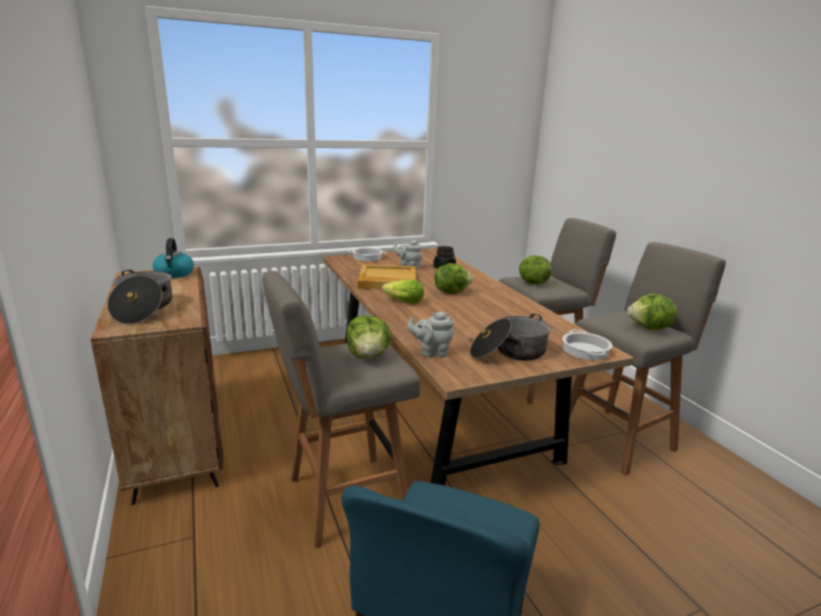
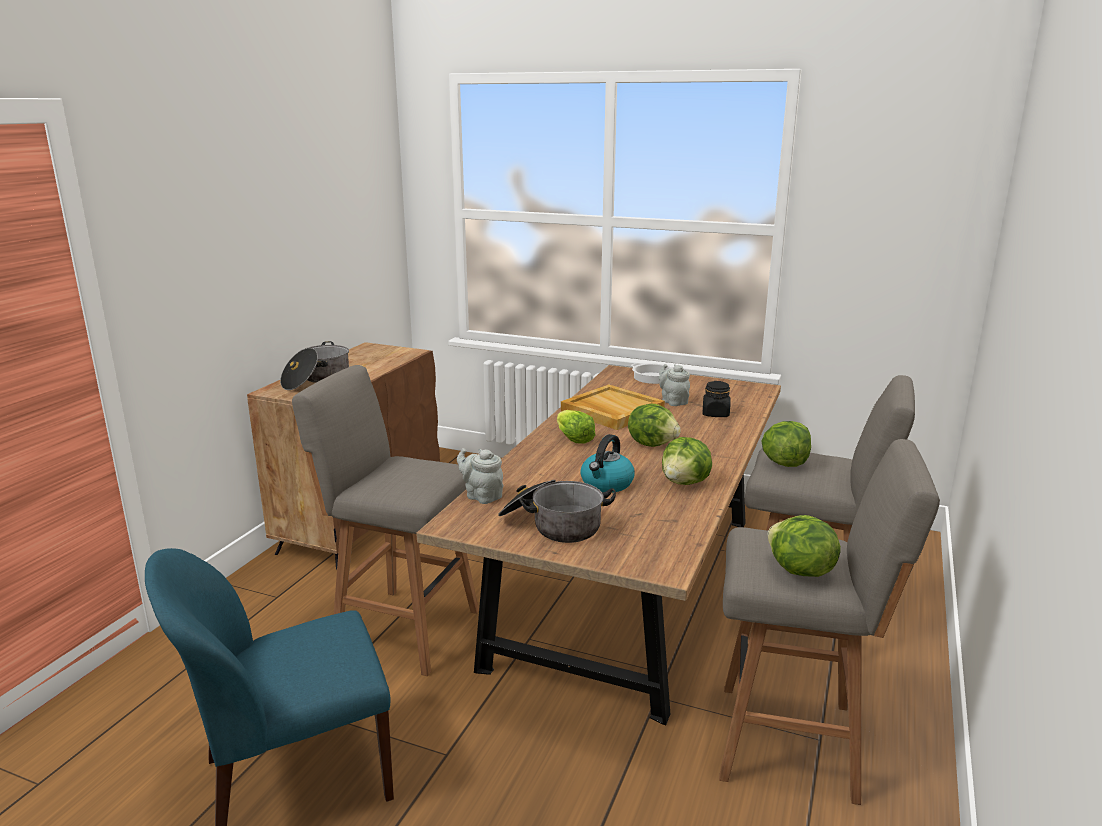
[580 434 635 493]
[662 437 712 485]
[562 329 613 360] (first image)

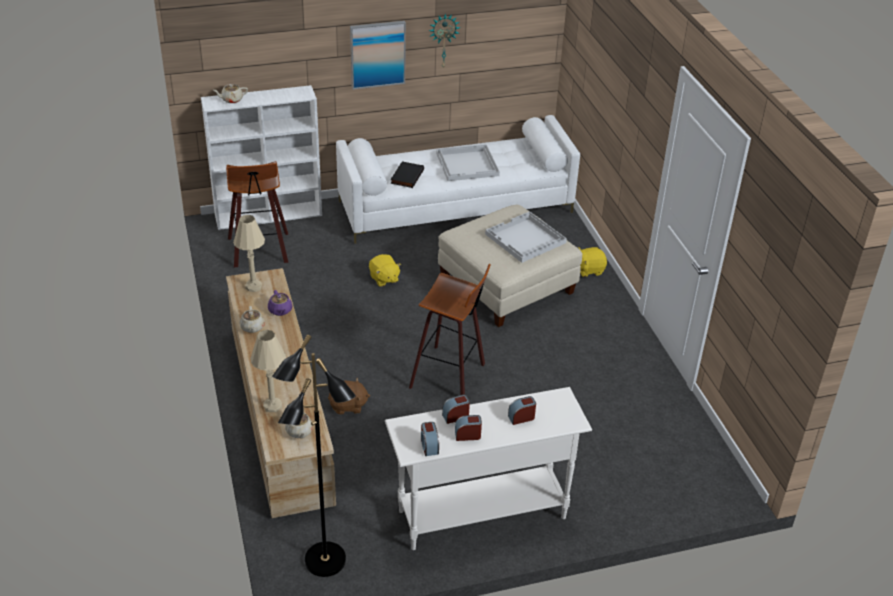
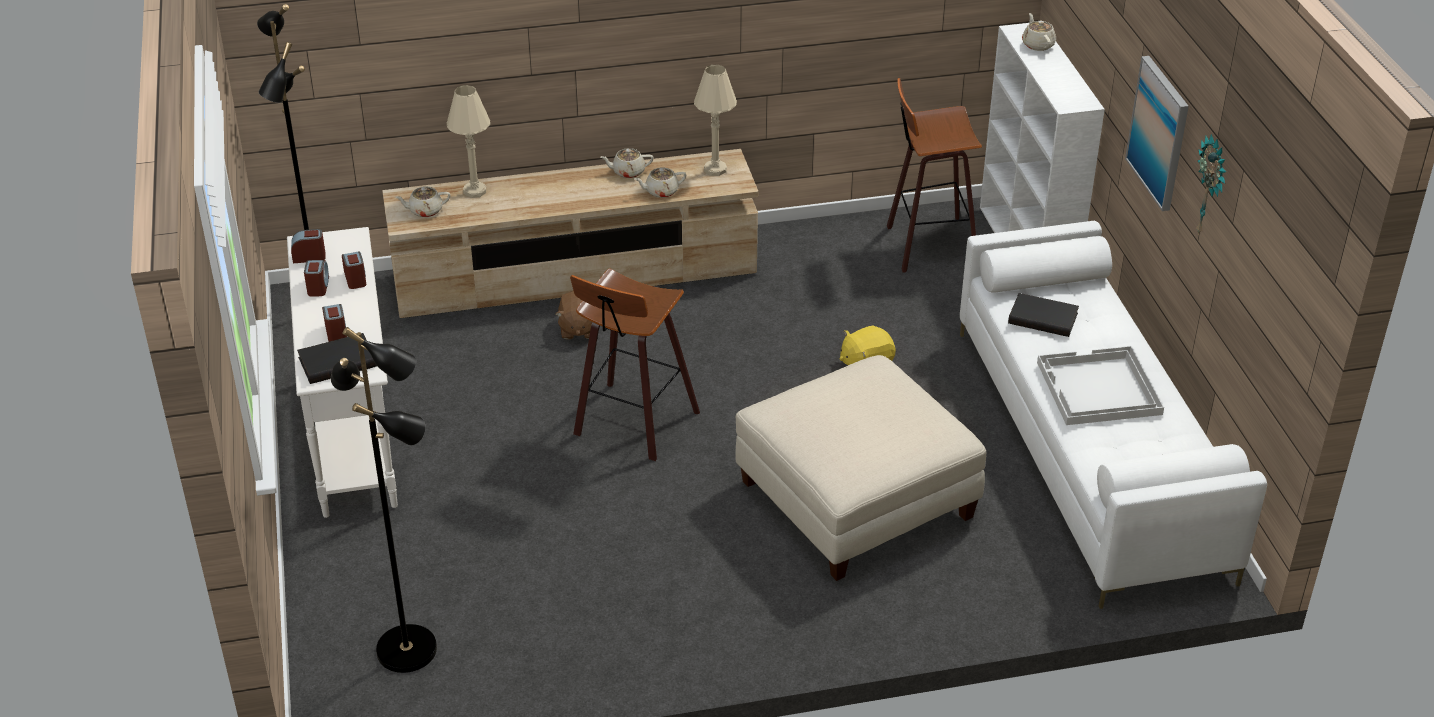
[634 167 686 198]
[485 211 567 263] (first image)
[578 247 607 277] (first image)
[297 333 377 384]
[331 327 437 673]

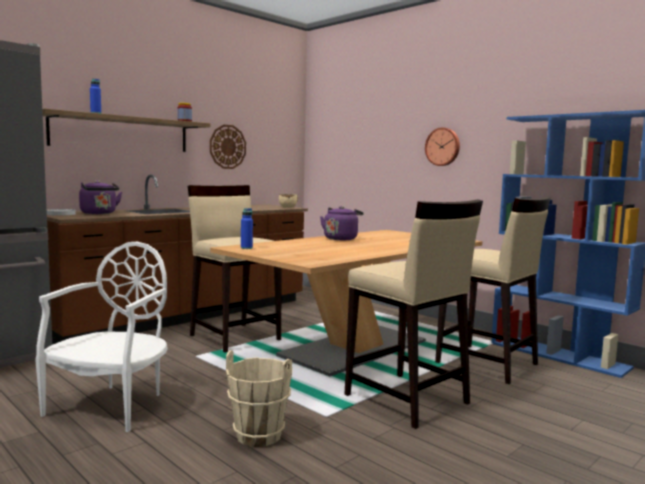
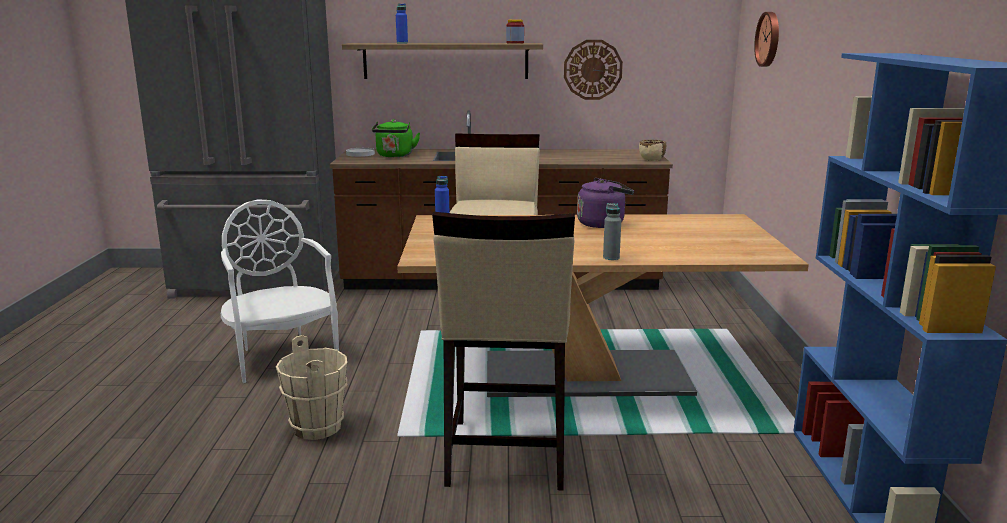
[221 199 339 383]
[372 119 420 157]
[754 12 779 67]
[435 196 551 384] (first image)
[603 203 621 260]

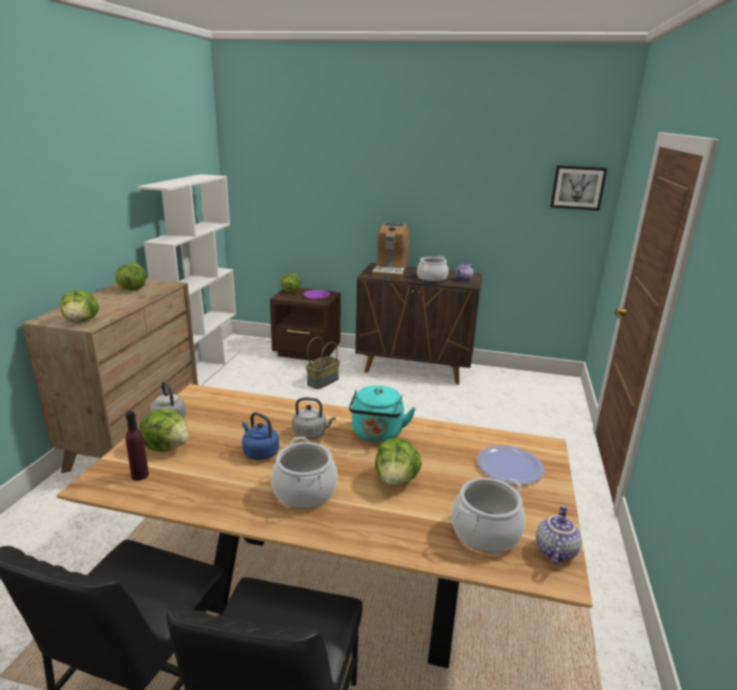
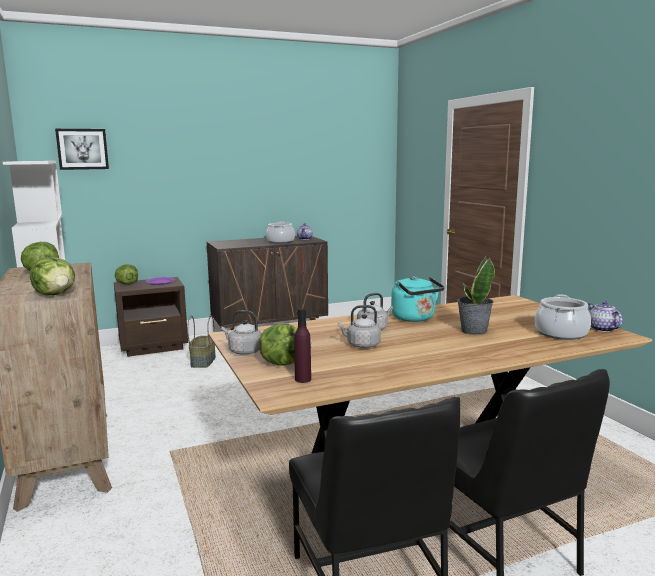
[338 305 381 348]
[271 437 338 509] (first image)
[372 222 409 279] (first image)
[457 256 495 335]
[477 445 544 485] (first image)
[55 129 109 170]

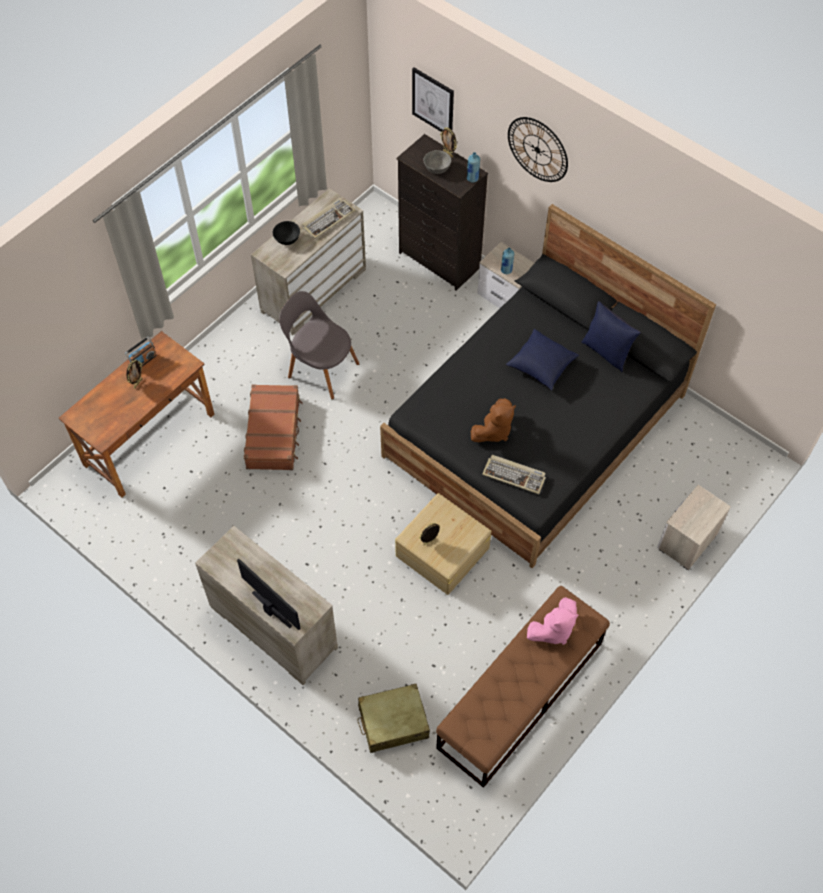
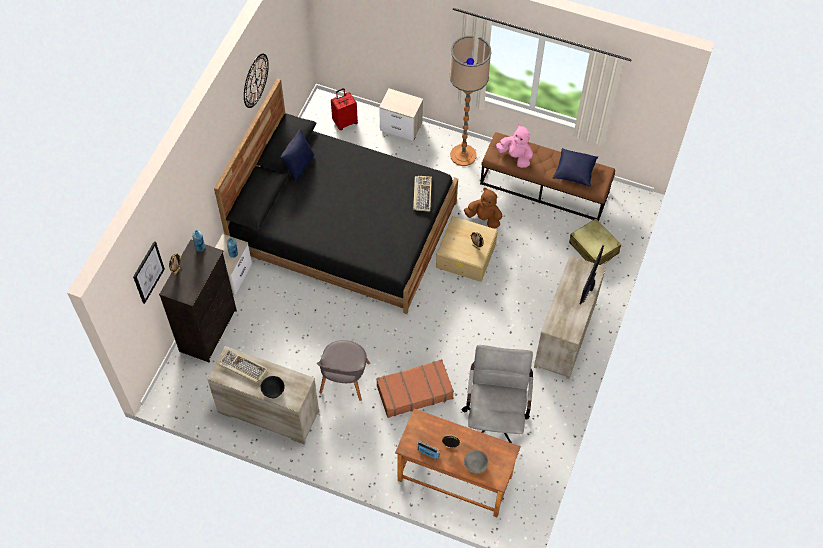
[464 450 489 473]
[464 188 502 229]
[553 148 598 187]
[244 53 269 108]
[331 88 358 130]
[450 35 491 166]
[462 345 533 443]

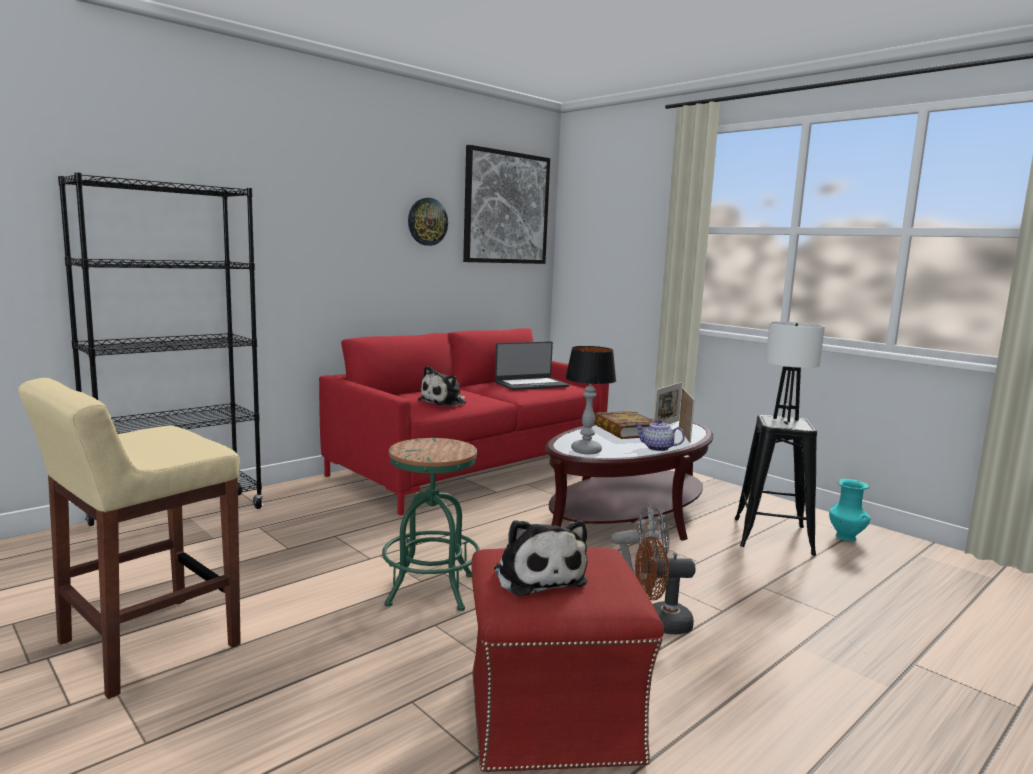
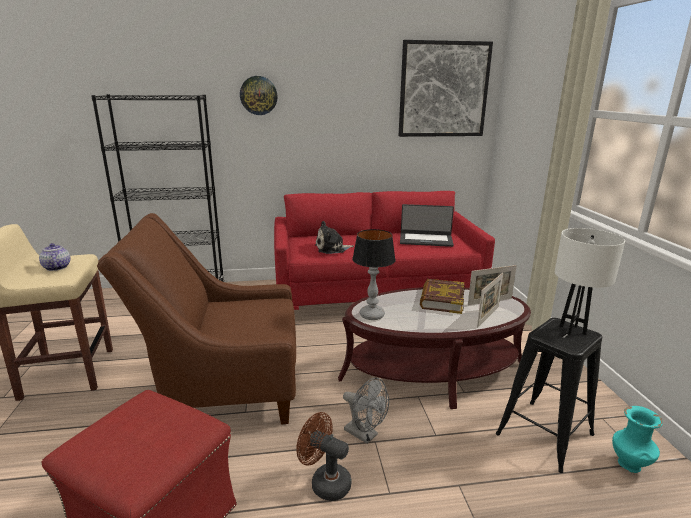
[97 213 296 424]
[240 76 278 115]
[494 520 588 596] (first image)
[39 243 70 271]

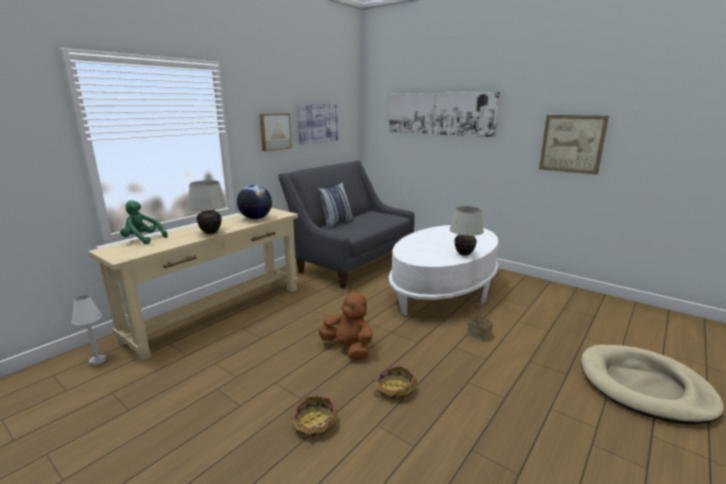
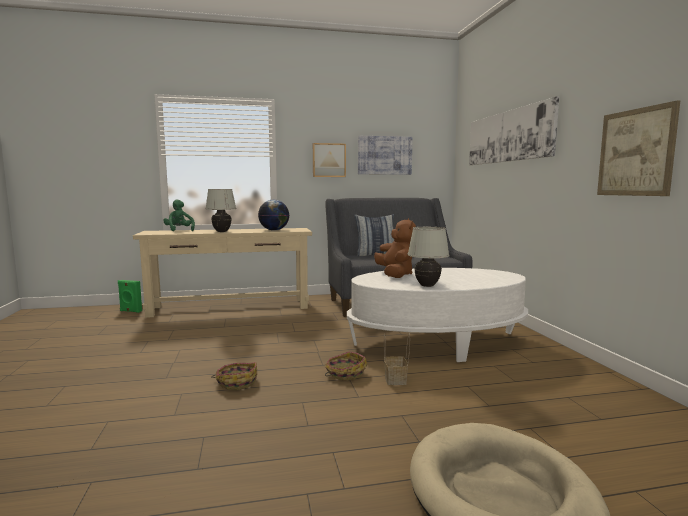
[118 280 142 313]
[325 351 367 380]
[374 218 416 278]

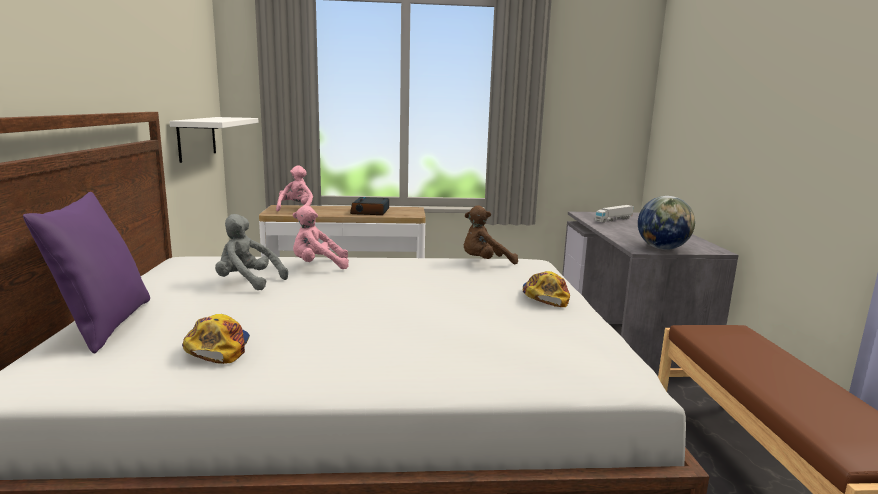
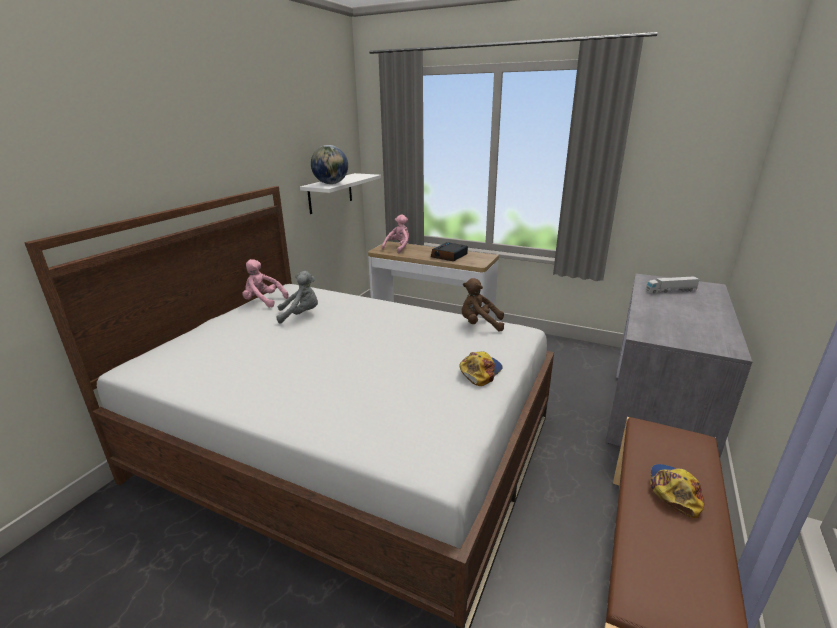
[23 192 150 353] (first image)
[650 464 704 518]
[277 271 318 323]
[242 259 289 308]
[311 145 348 184]

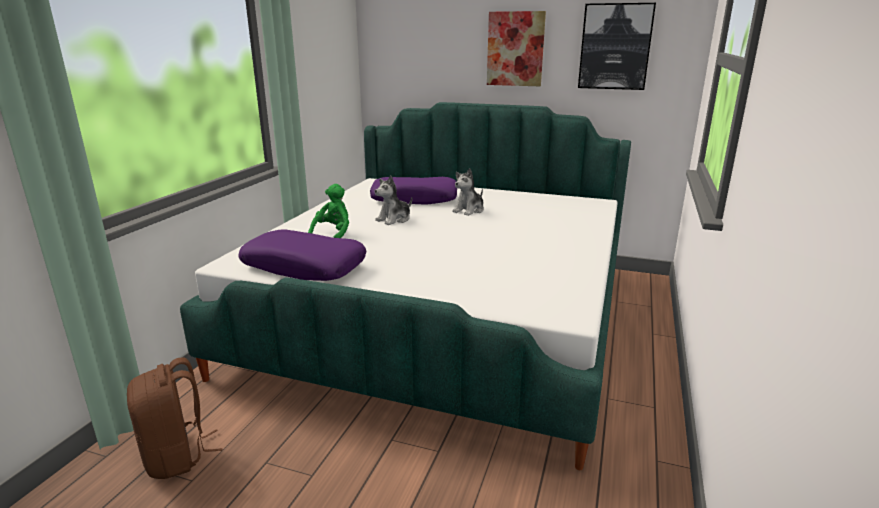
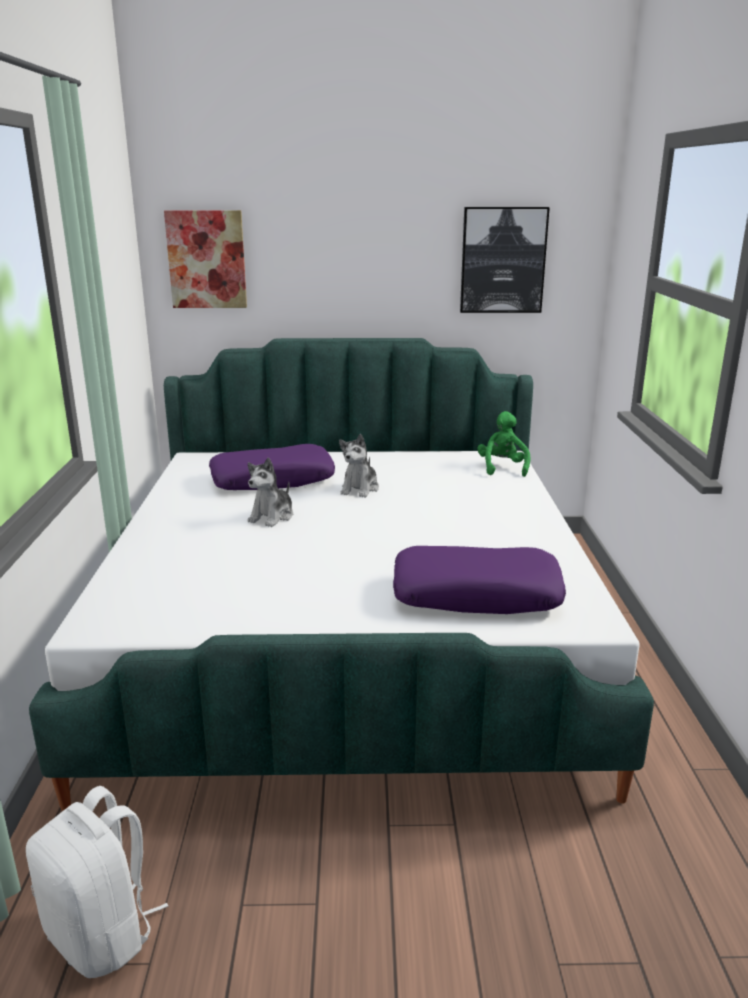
[26 786 168 978]
[393 546 566 614]
[478 411 530 477]
[164 210 247 308]

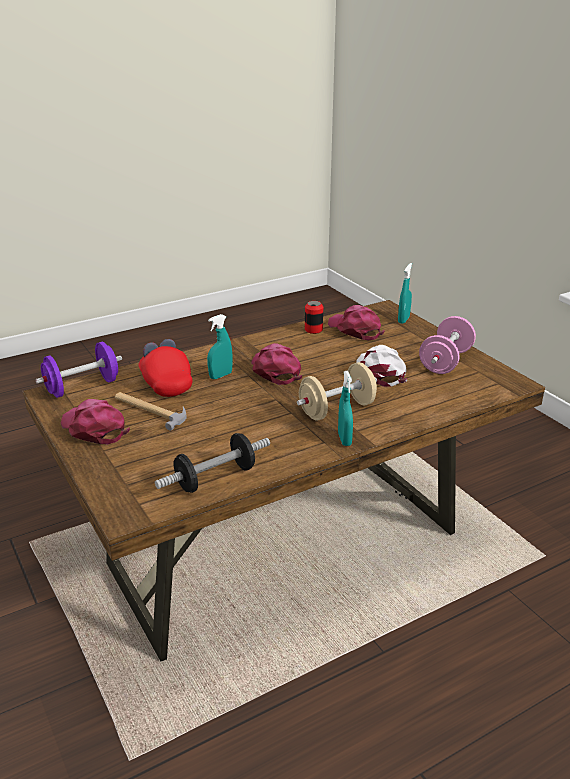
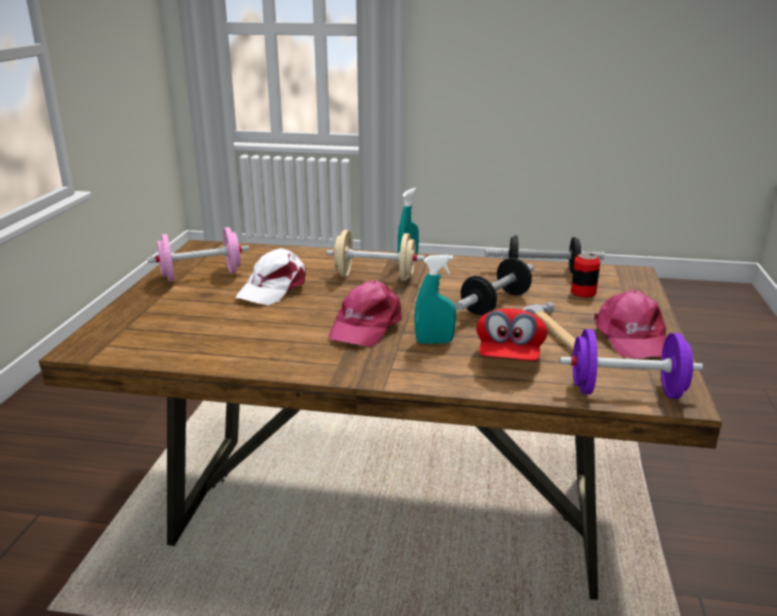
[571 253 600 297]
[328 305 385 341] (first image)
[398 263 412 324] (first image)
[455 258 534 316]

